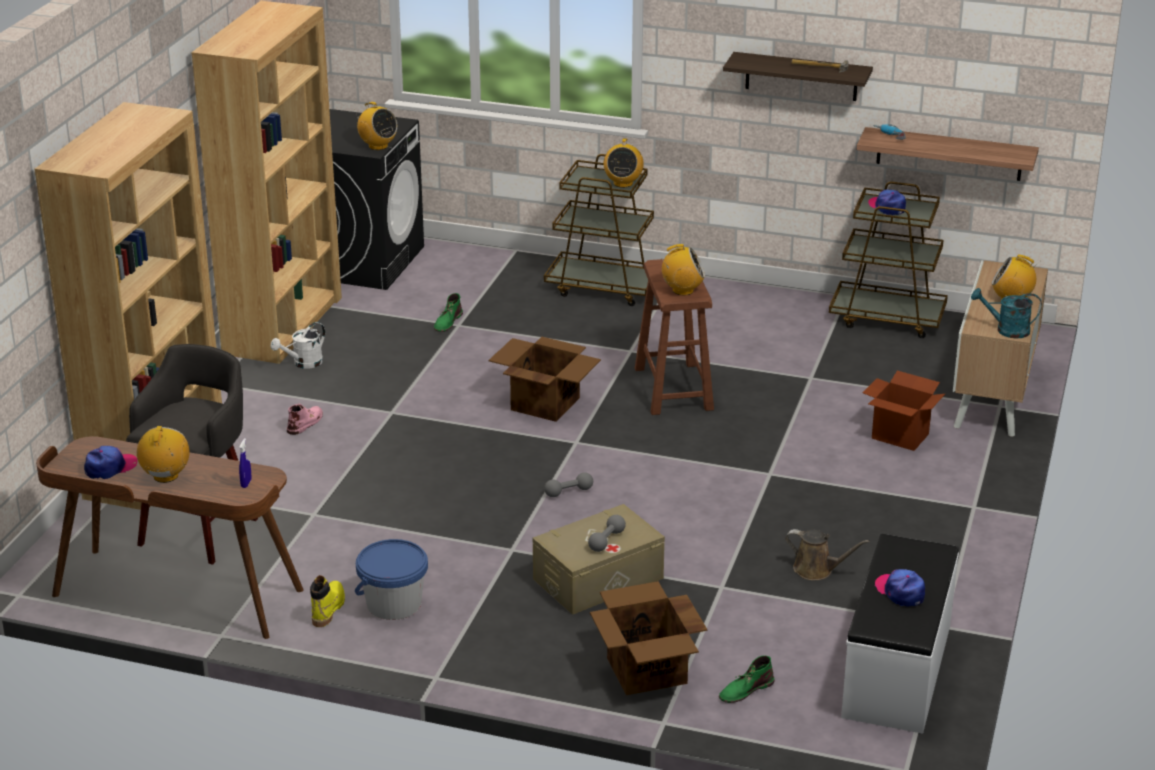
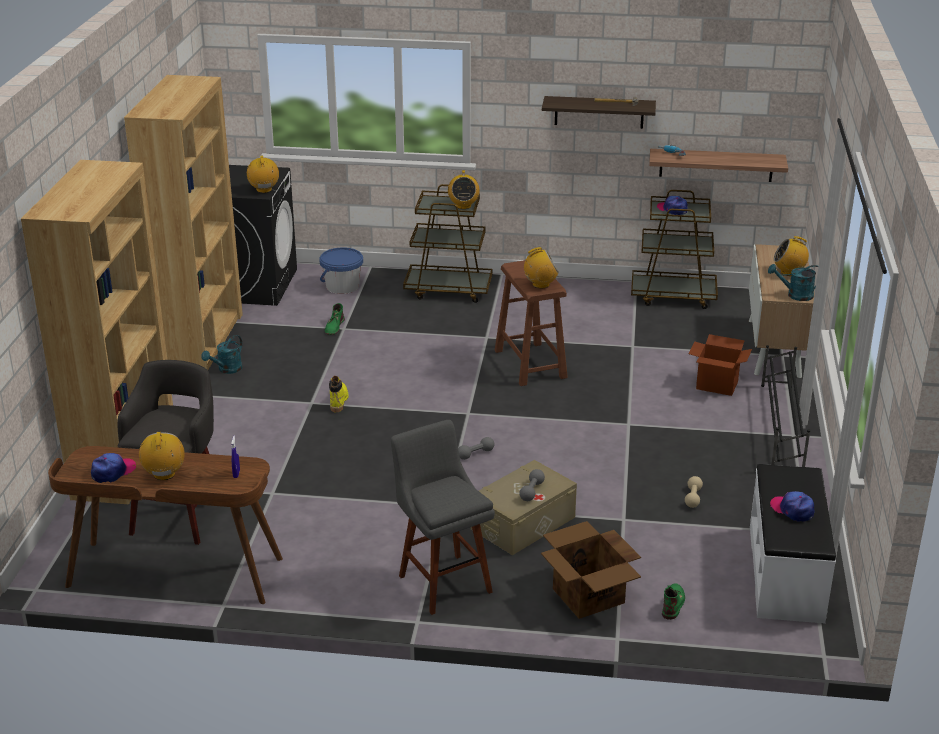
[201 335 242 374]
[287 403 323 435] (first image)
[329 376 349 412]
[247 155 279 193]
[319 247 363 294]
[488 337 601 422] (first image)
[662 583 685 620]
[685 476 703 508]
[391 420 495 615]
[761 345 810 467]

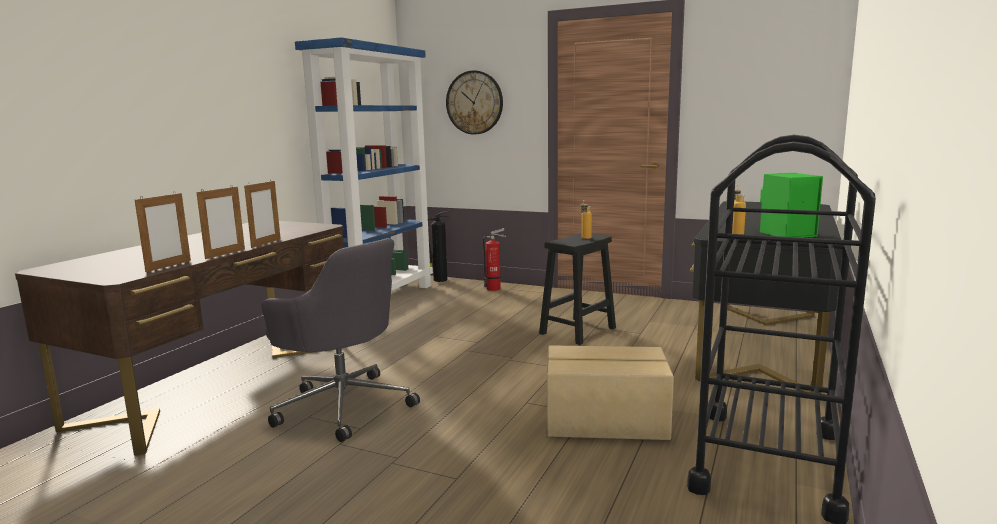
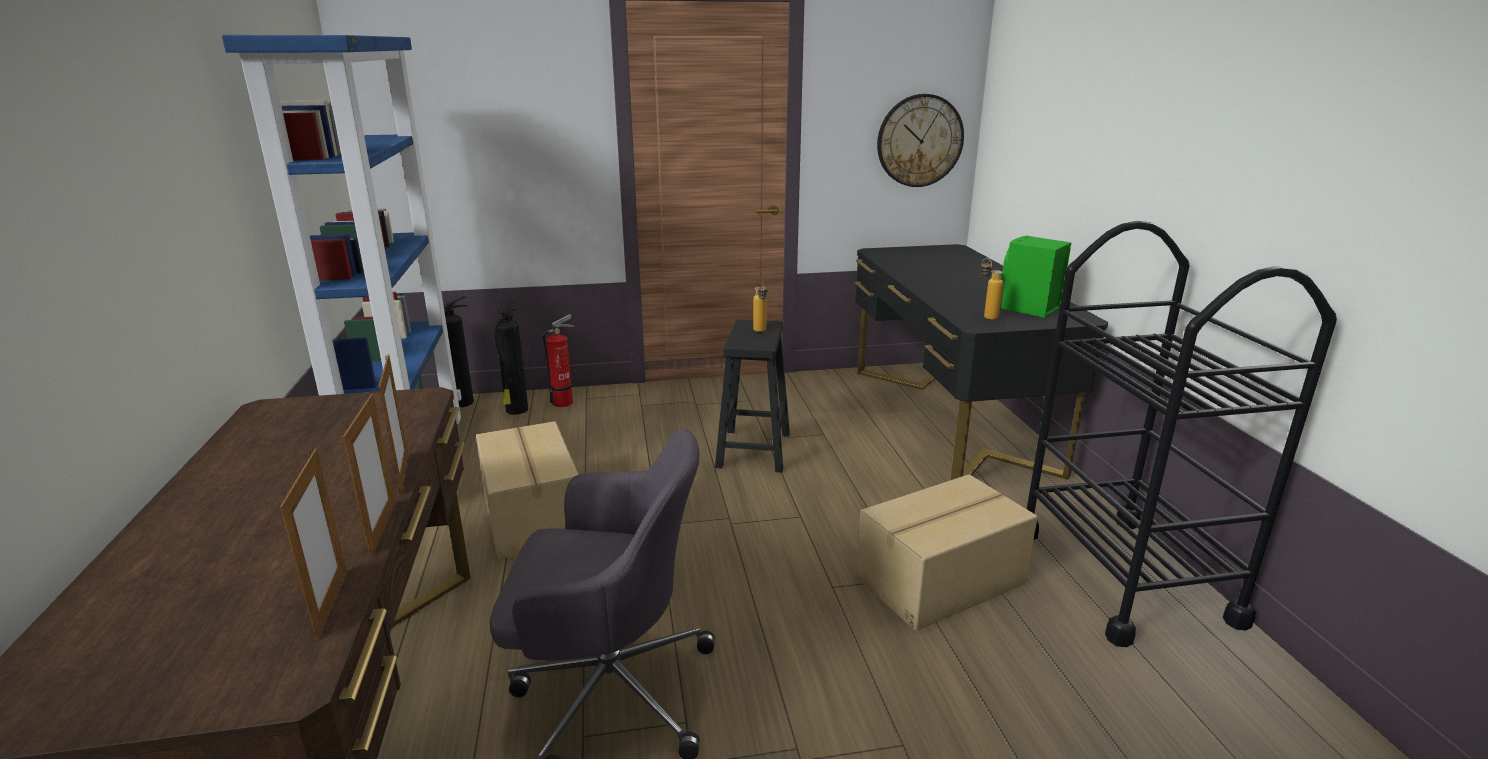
[877 94 964 187]
[476 421 579 559]
[494 300 528 415]

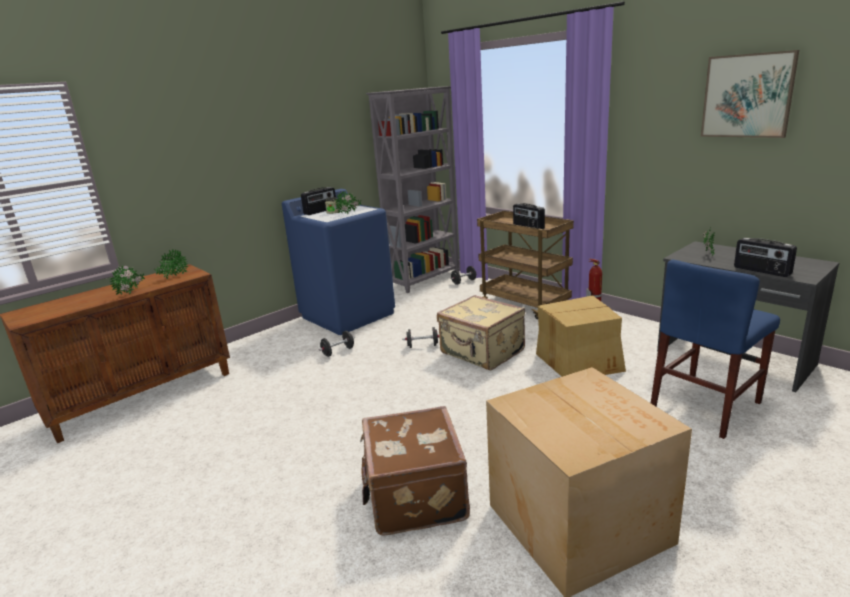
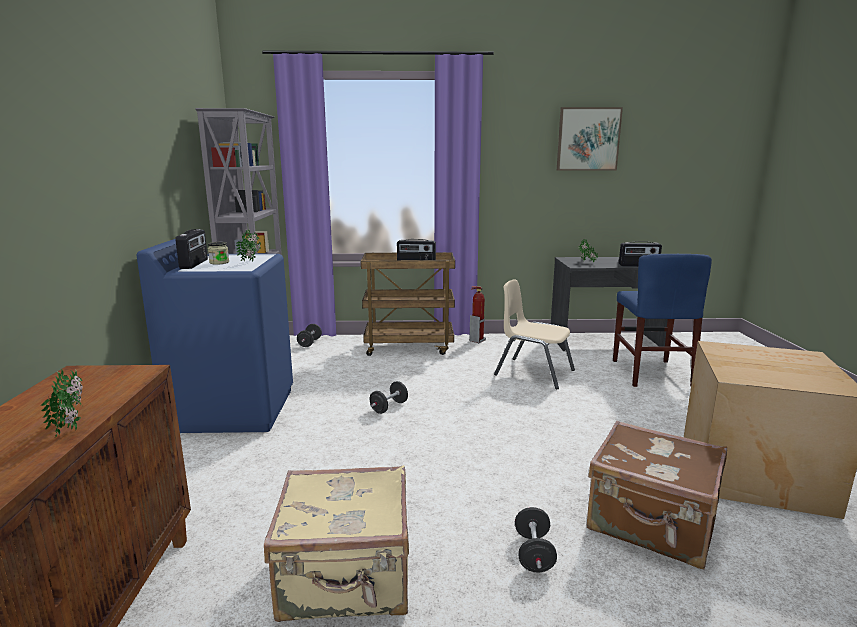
[155 249 188 279] (first image)
[515 507 557 572]
[264 465 409 622]
[494 279 575 390]

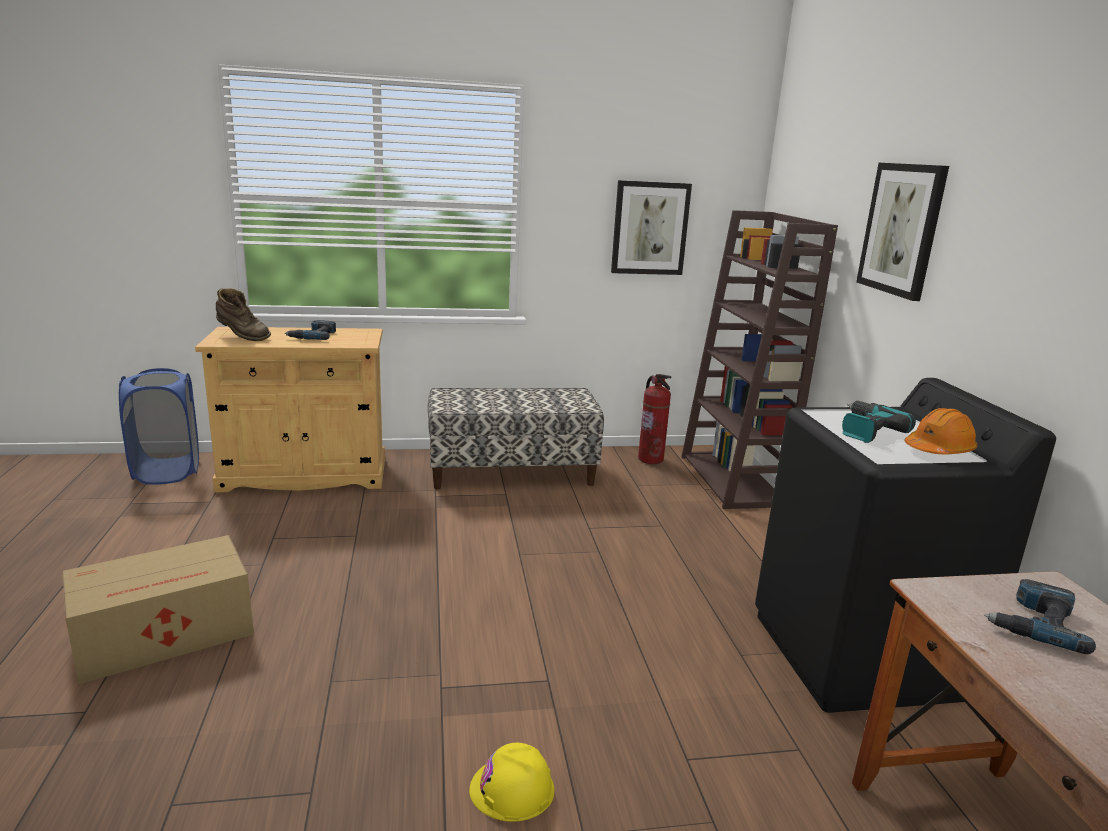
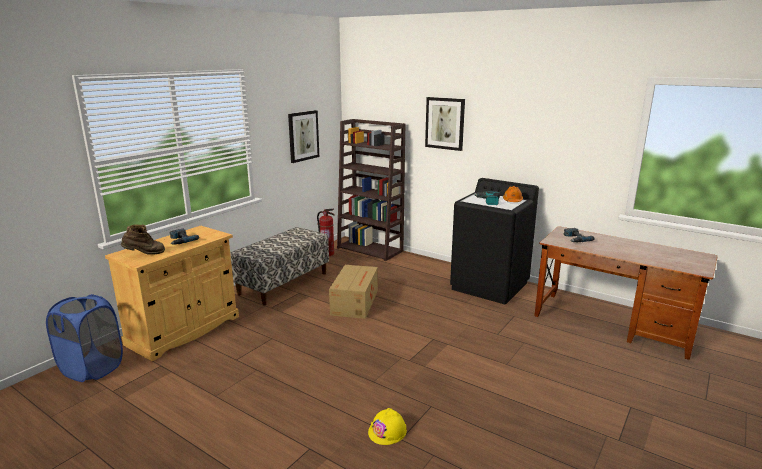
[329 265 378 319]
[368 408 407 445]

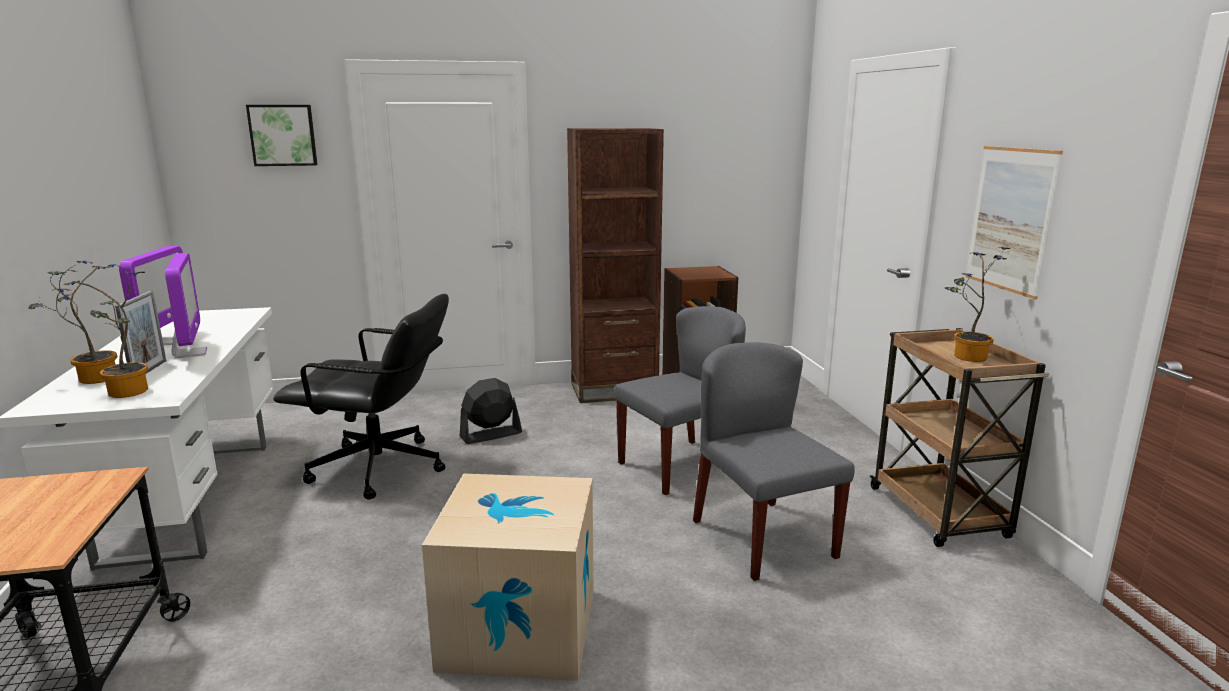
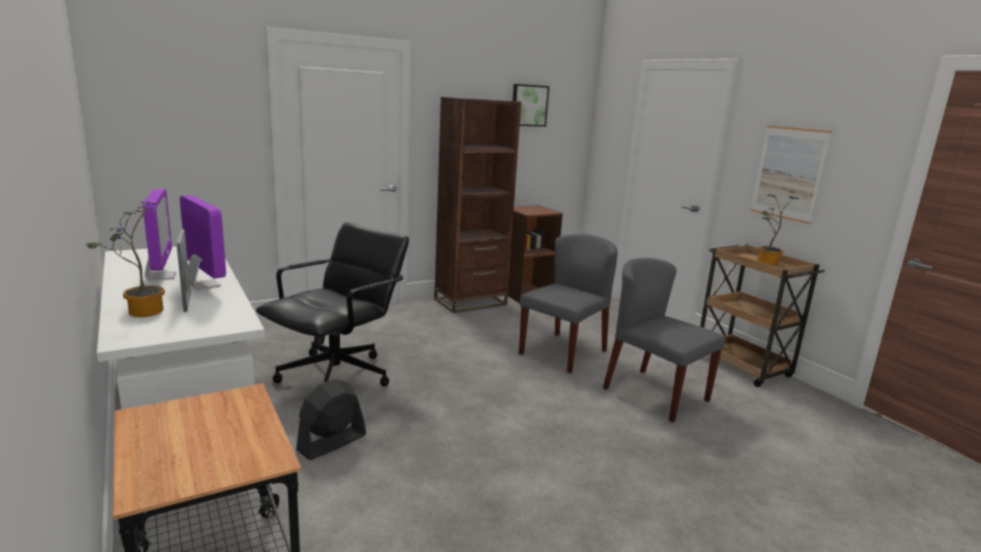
[63 264 148 398] (first image)
[513 84 549 127]
[256 222 409 386]
[422 474 594 681] (first image)
[296 379 366 460]

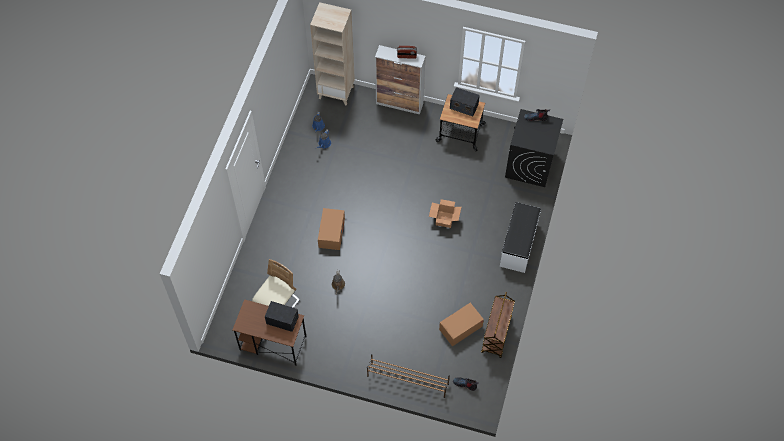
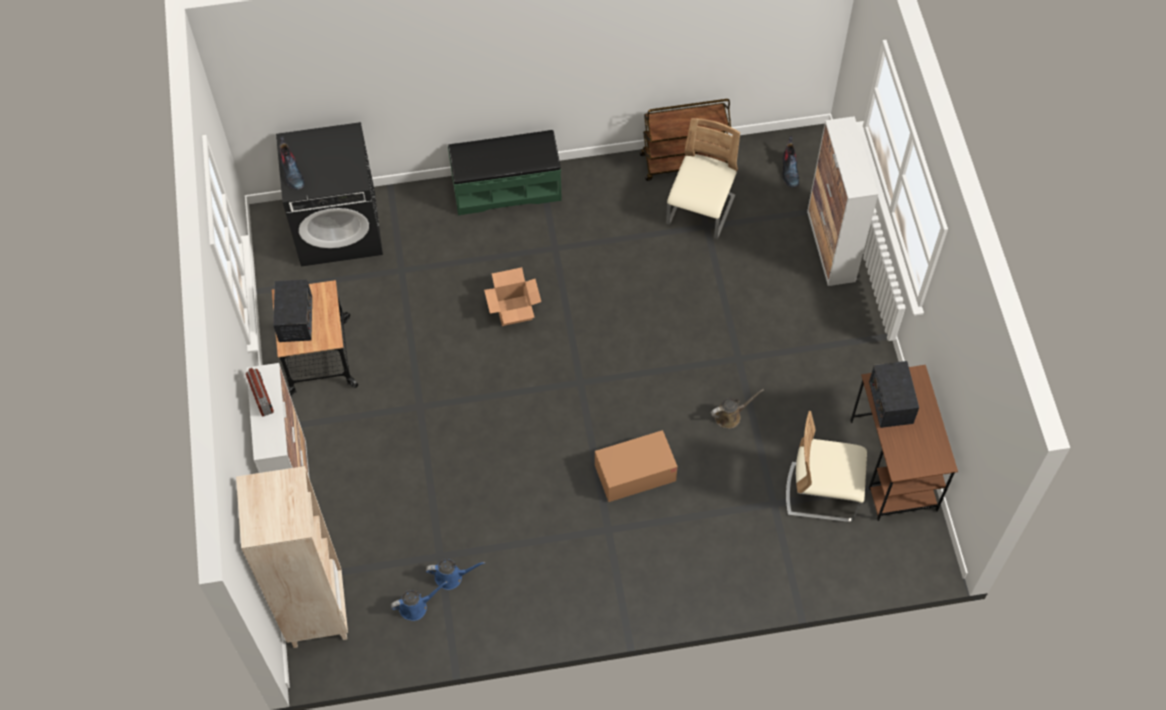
[807 116 878 286]
[666 118 740 239]
[448 130 562 216]

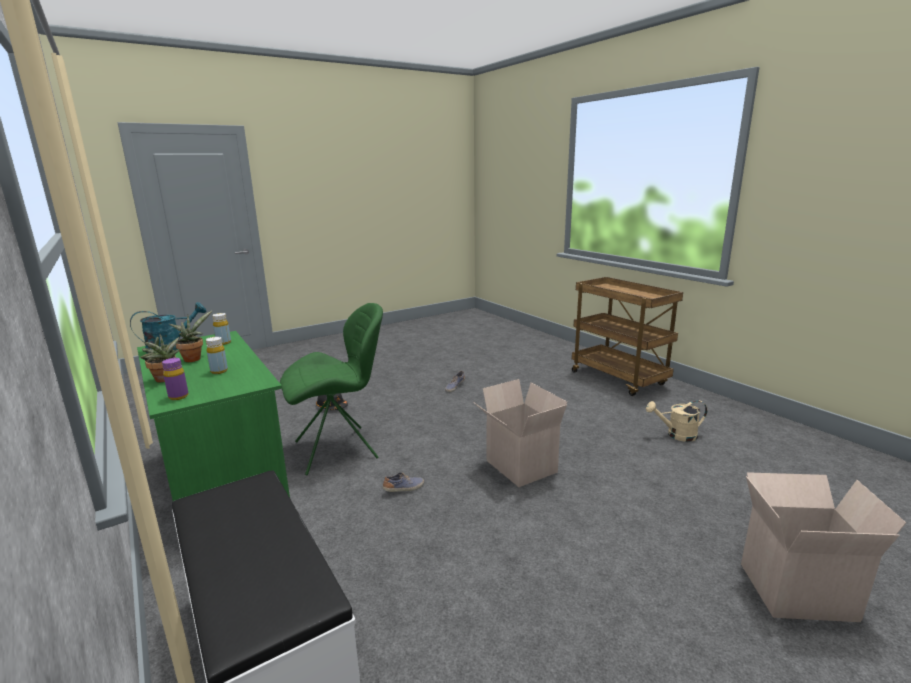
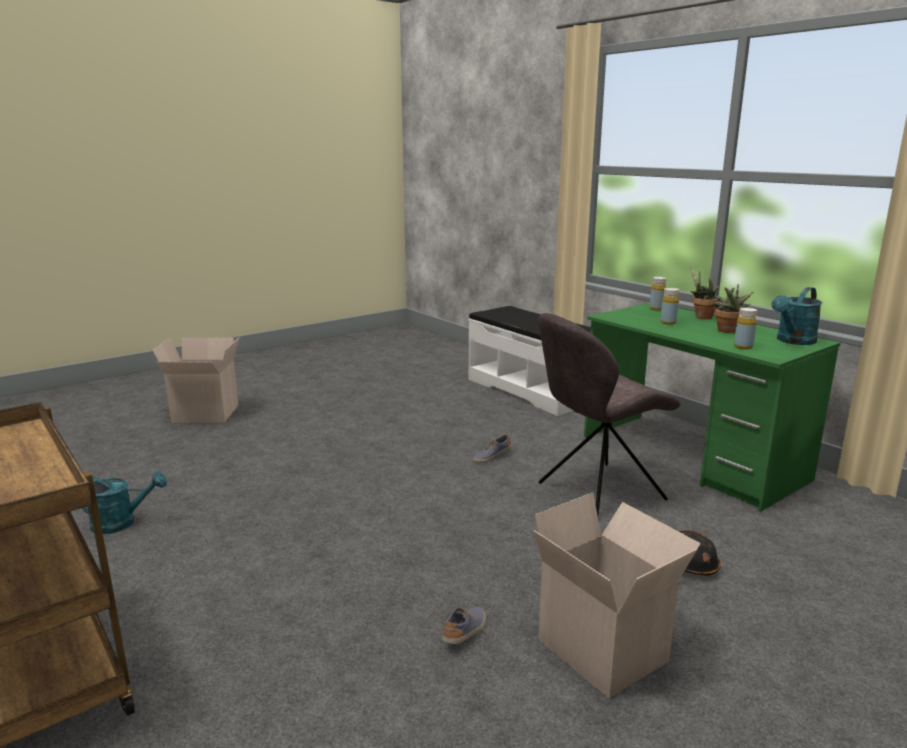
[649 277 667 311]
[538 313 681 516]
[533 492 701 698]
[81 471 167 534]

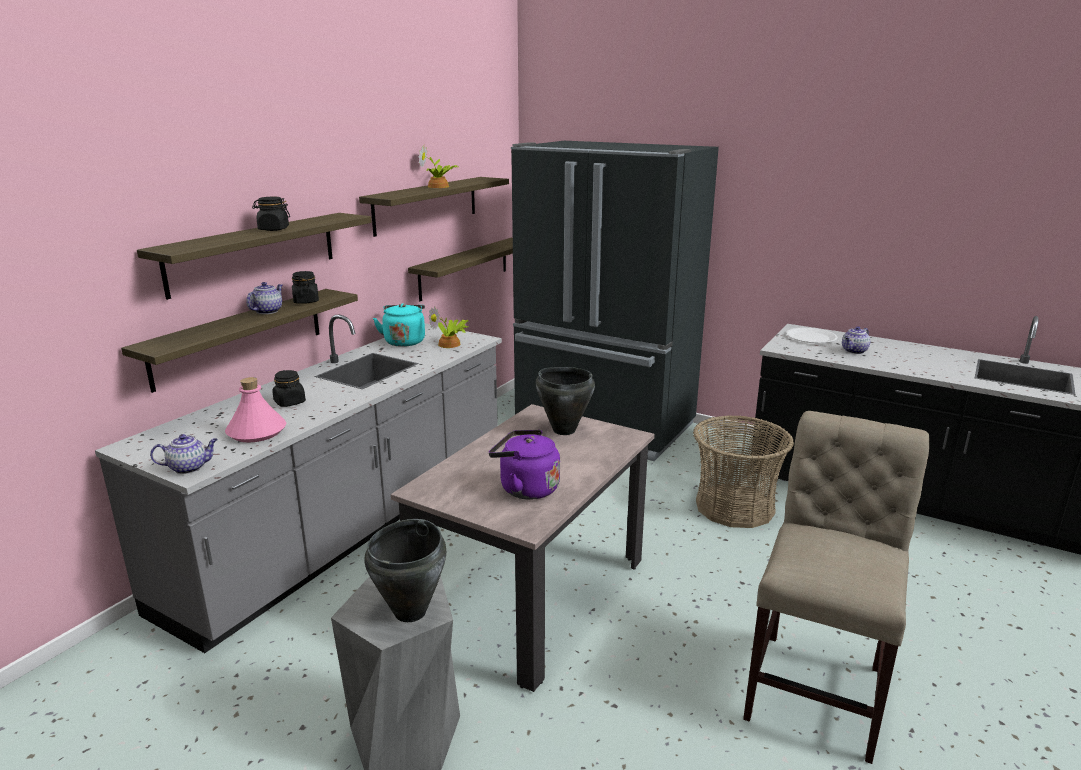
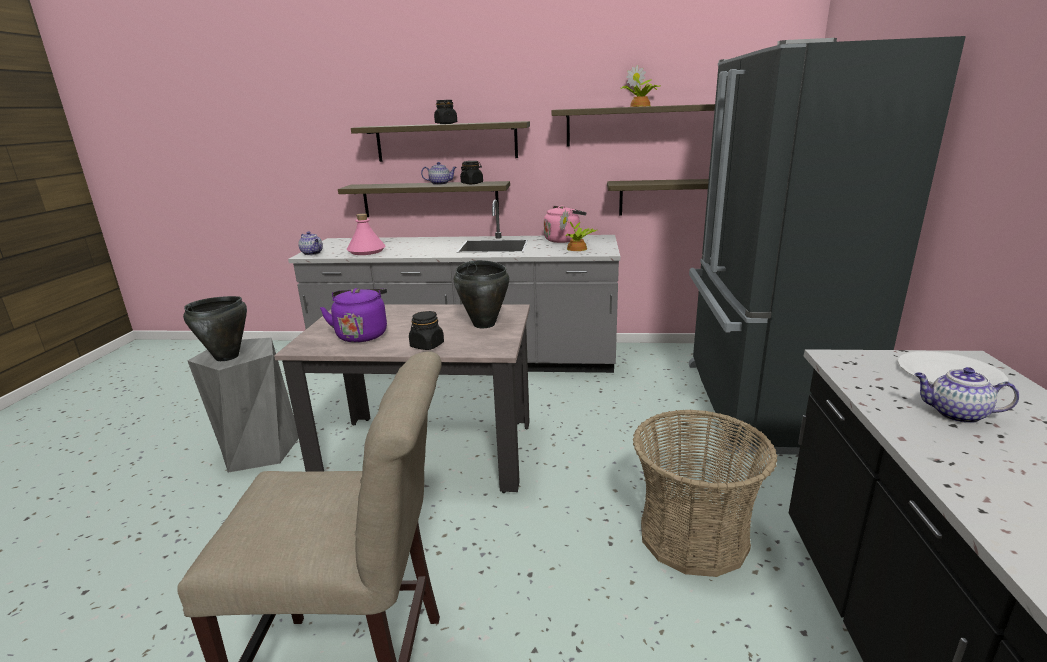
[409 311 444 350]
[544 205 587 243]

